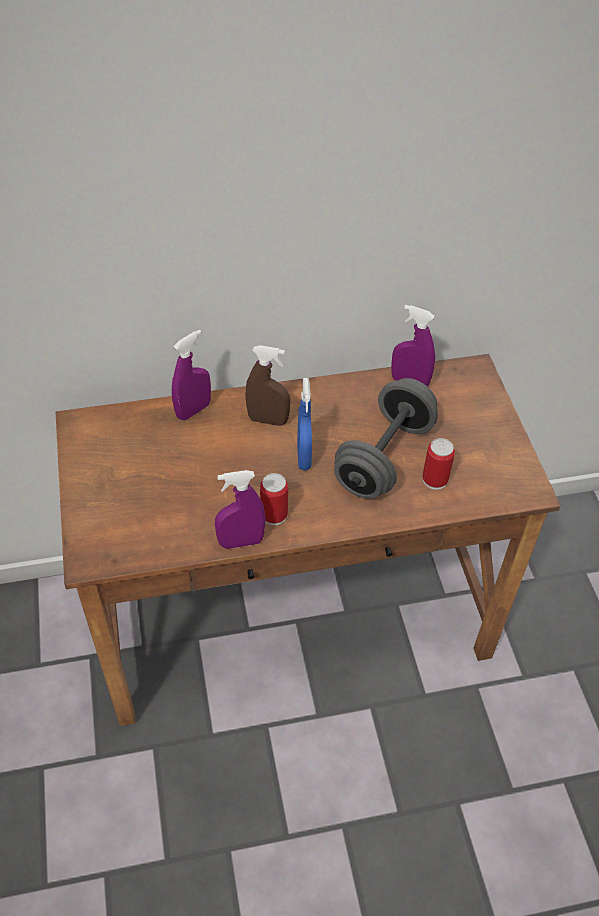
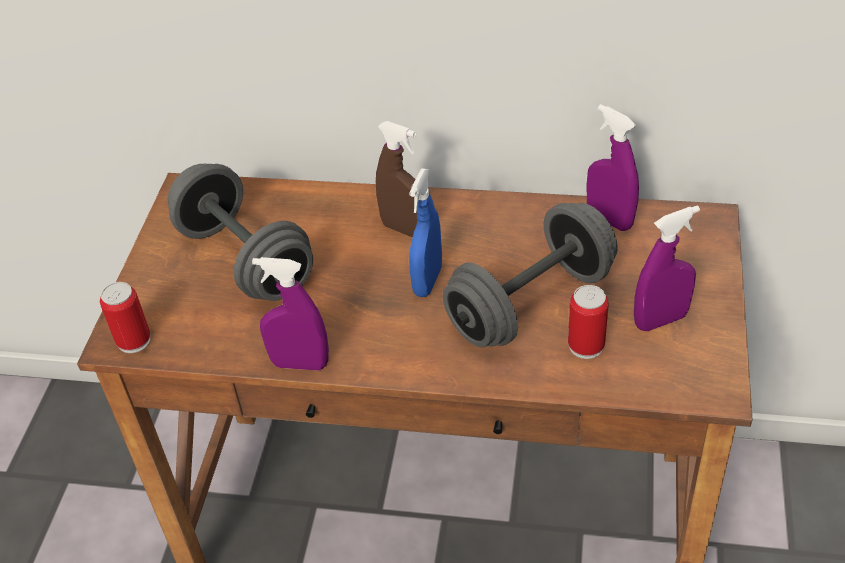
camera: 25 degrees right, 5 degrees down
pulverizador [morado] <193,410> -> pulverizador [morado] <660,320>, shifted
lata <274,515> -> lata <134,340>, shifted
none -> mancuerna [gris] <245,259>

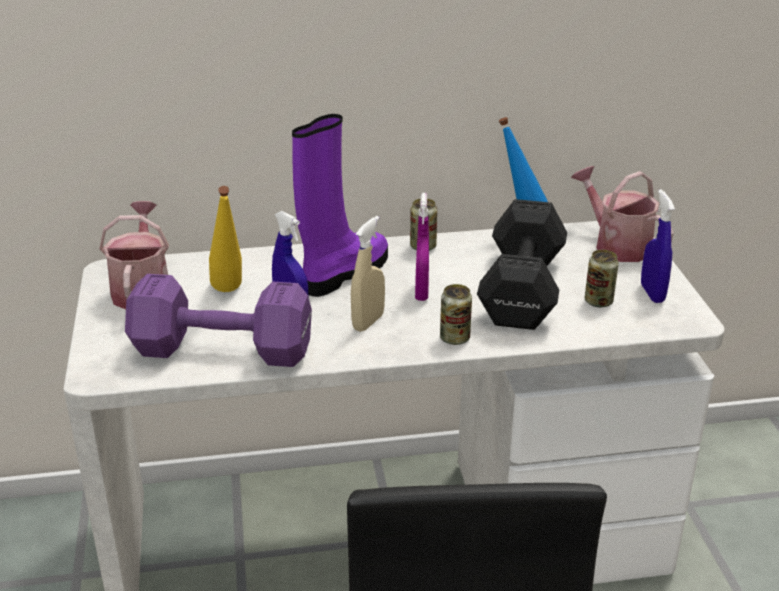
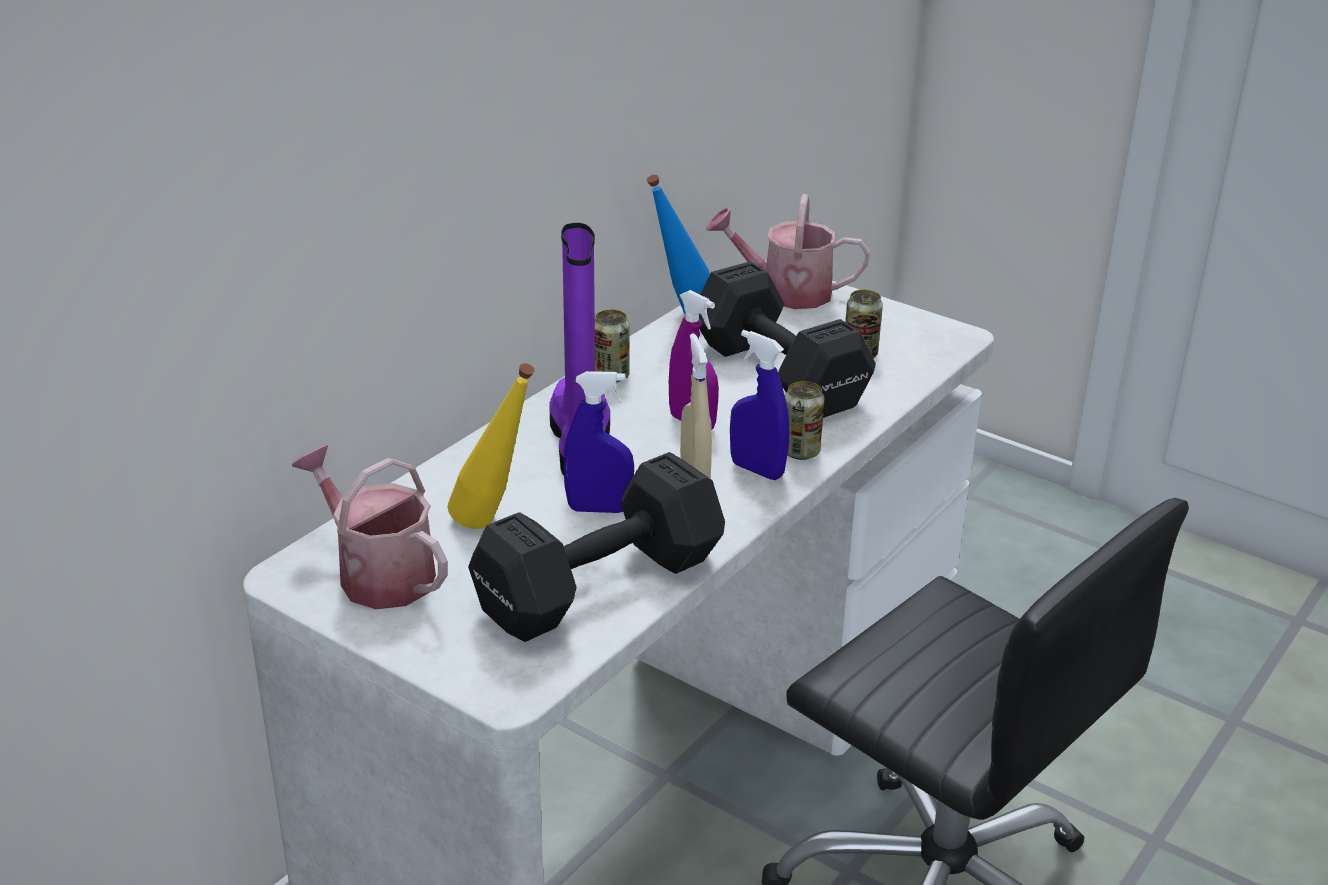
camera: 45 degrees left, 0 degrees up
mancuerna [morado] <219,348> -> mancuerna [negro] <593,586>
pulverizador [azul] <652,293> -> pulverizador [azul] <757,470>, shifted

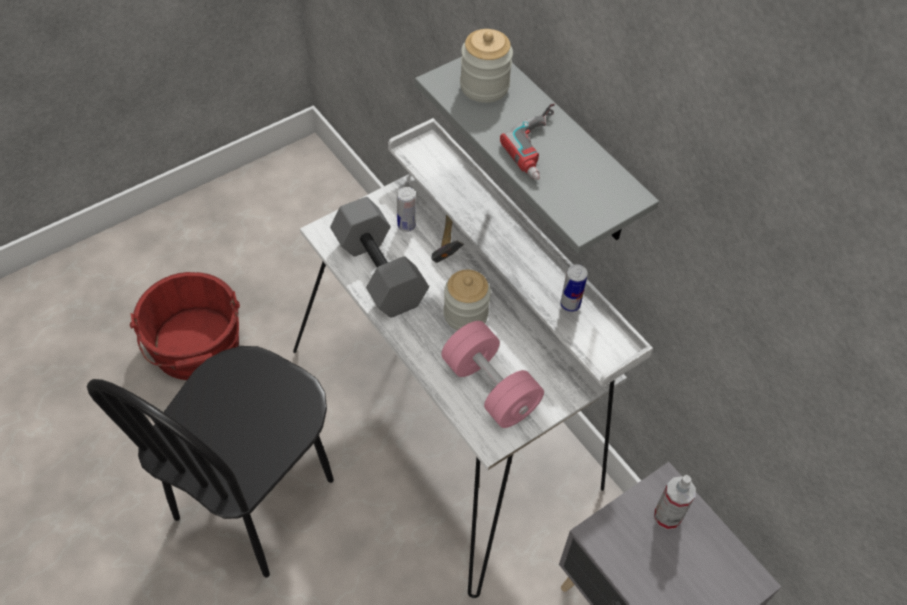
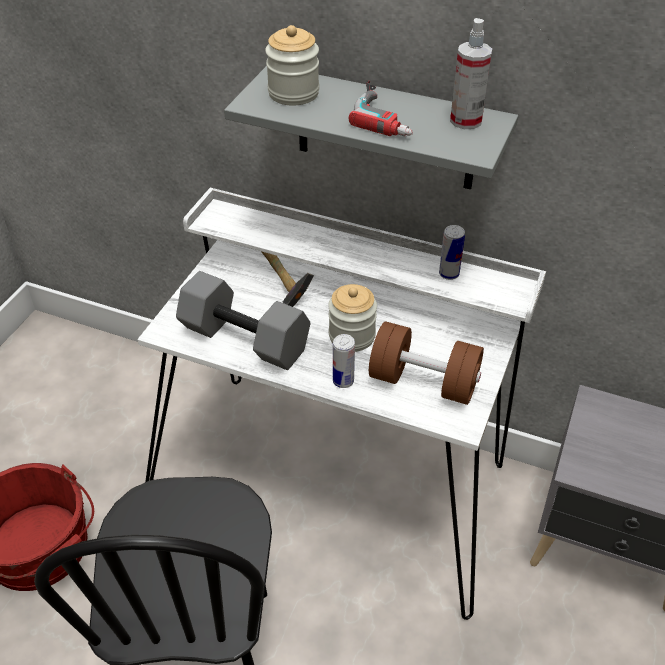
camera: 30 degrees left, 10 degrees down
lata <406,225> -> lata <343,381>, shifted
mancuerna [rosa] <490,387> -> mancuerna [marrón] <423,382>
pulverizador <667,517> -> pulverizador <466,120>, shifted

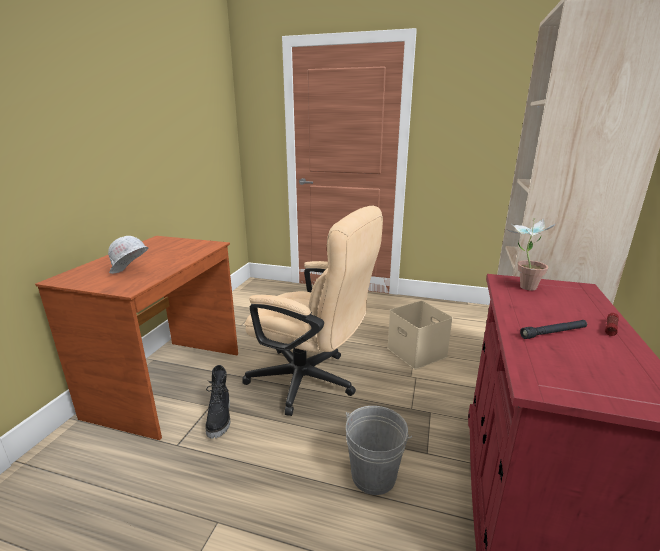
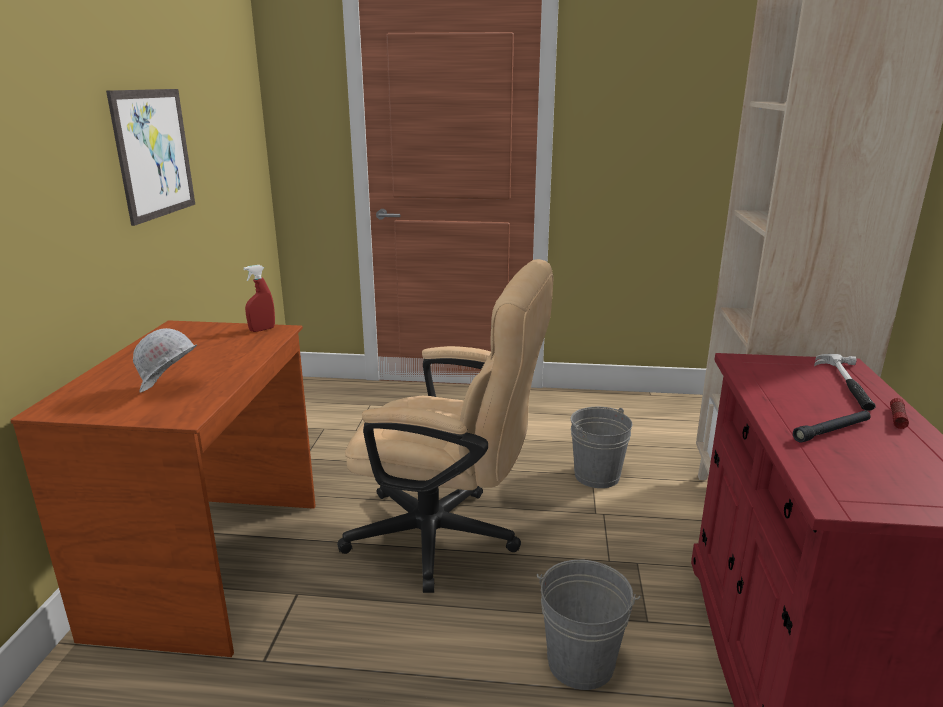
camera: 10 degrees left, 0 degrees up
bota [negro] <220,418> -> none
caja de almacenaje [beis] <418,352> -> cubo [gris] <597,475>
planta en maceta <521,285> -> none
none -> cuadro <154,153>
none -> pulverizador [rojo] <262,329>
none -> martillo <847,384>

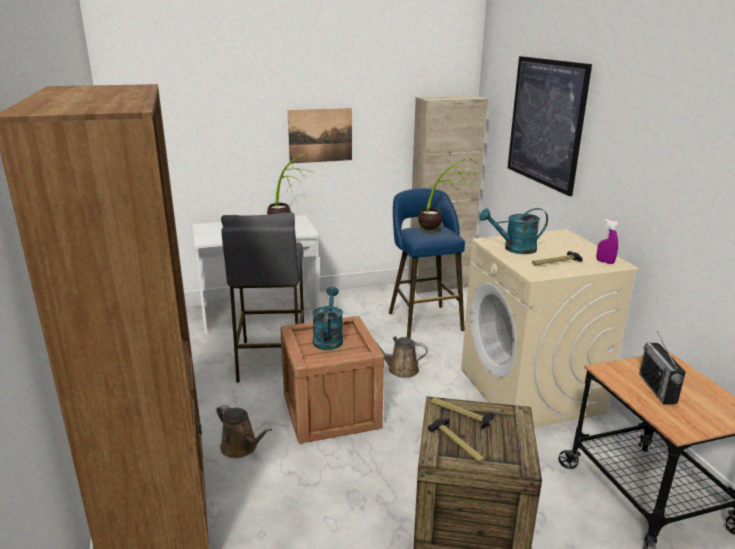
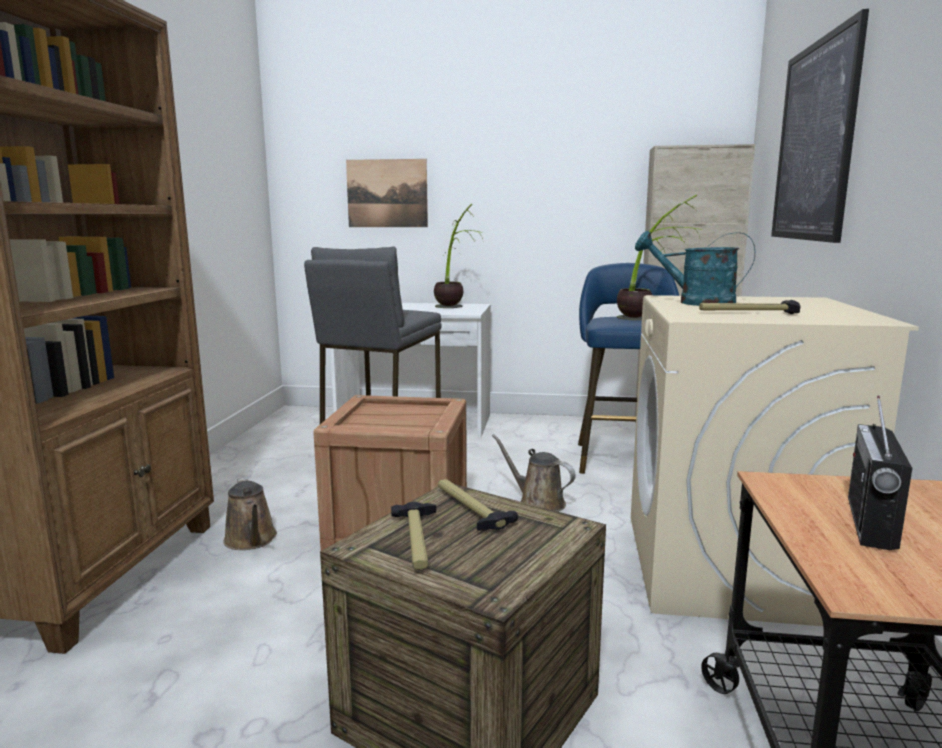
camera: 25 degrees right, 10 degrees down
cuadro <320,135> -> cuadro <387,193>, shifted
regadera [turquesa] <328,338> -> none
pulverizador [morado] <605,262> -> none

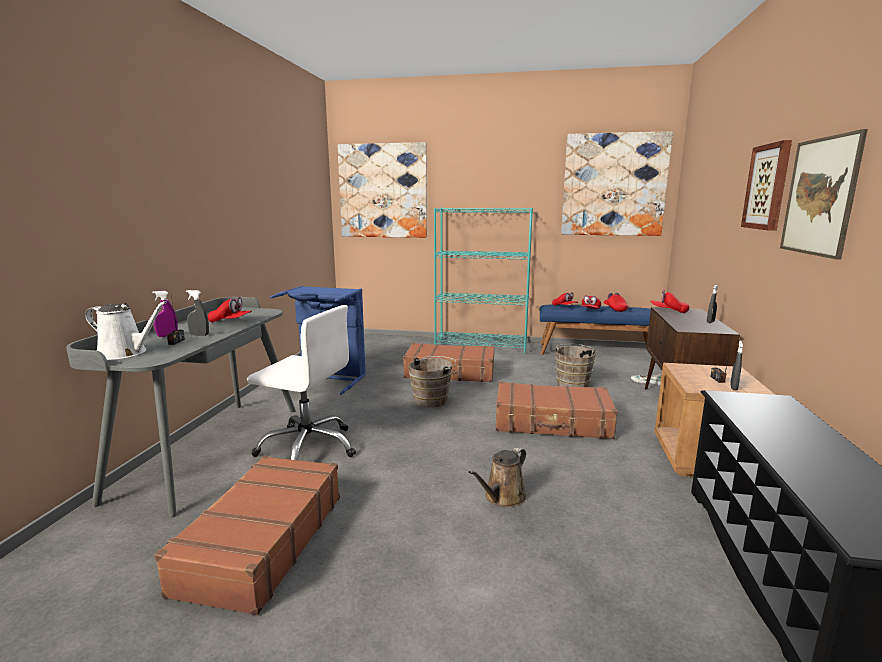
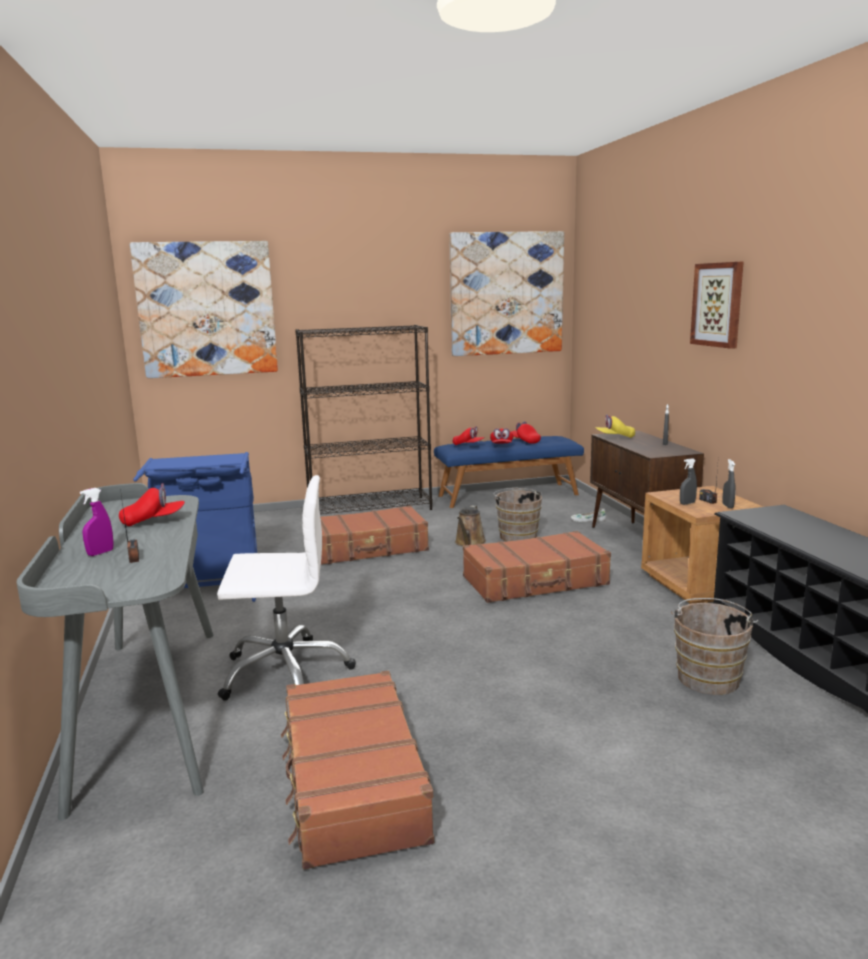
camera: 25 degrees left, 0 degrees up
regadera [blanco] <126,353> -> none
pulverizador [gris] <199,335> -> pulverizador [gris] <687,503>, shifted
cubo [marrón] <433,399> -> cubo [marrón] <708,676>, shifted
estantería [turquesa] <481,345> -> estantería [negro] <370,509>
regadera [marrón] <502,498> -> regadera [marrón] <469,543>, shifted
gorra [rojo] <668,311> -> gorra [amarillo] <614,437>
cuadro <819,196> -> none

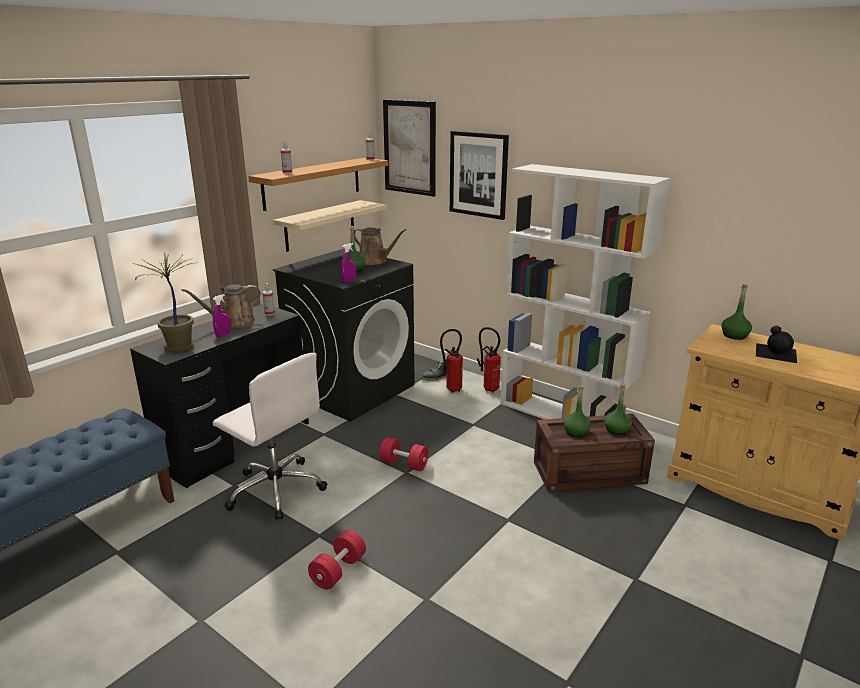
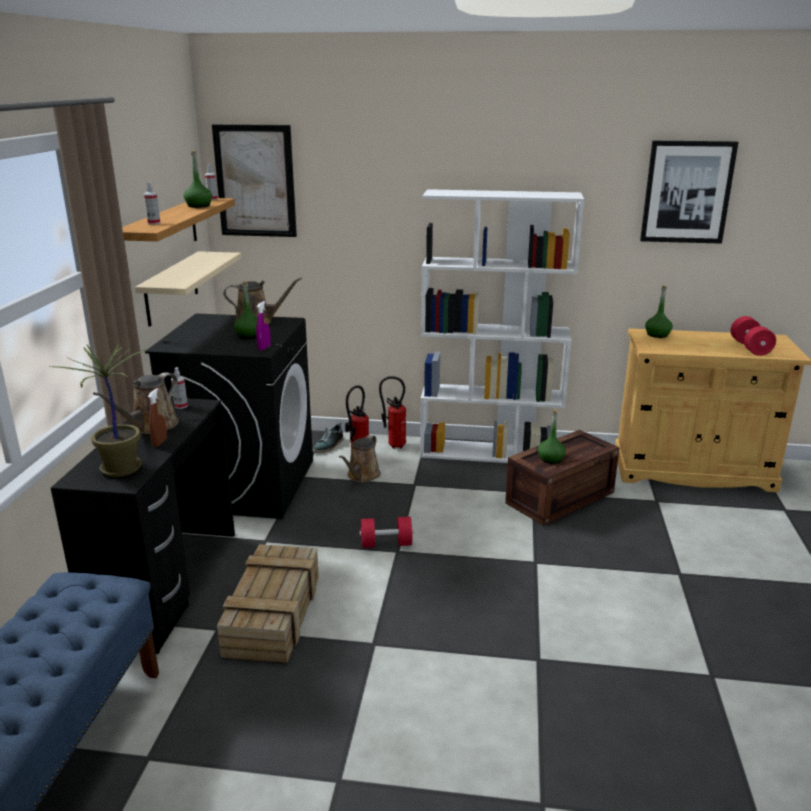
camera: 30 degrees left, 0 degrees up
pulverizador [morado] <223,335> -> pulverizador [marrón] <160,442>
silla de oficina [blanco] <275,489> -> caja de embalaje <273,616>
mancuerna [rojo] <338,571> -> mancuerna [rojo] <750,348>, shifted
cuadro <478,174> -> cuadro <687,192>, shifted
botella [verde] <616,430> -> botella [verde] <199,206>, shifted
botella [negro] <775,352> -> none
none -> regadera [marrón] <362,476>

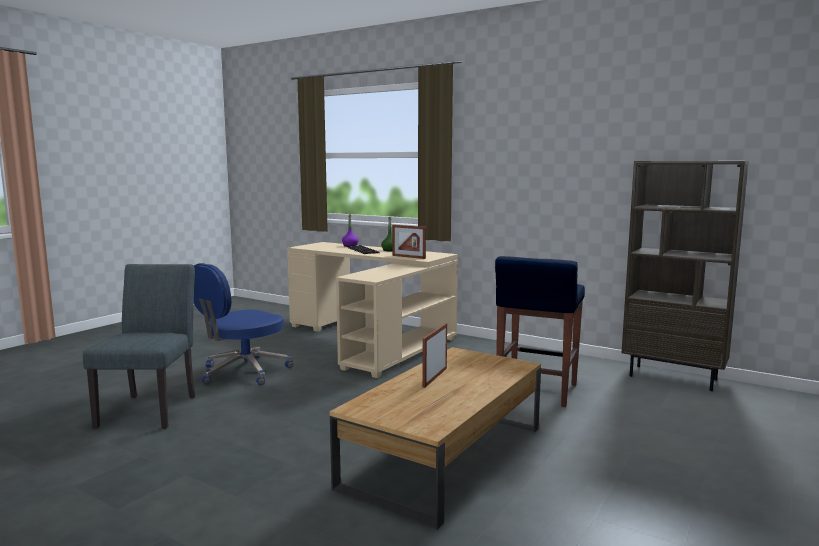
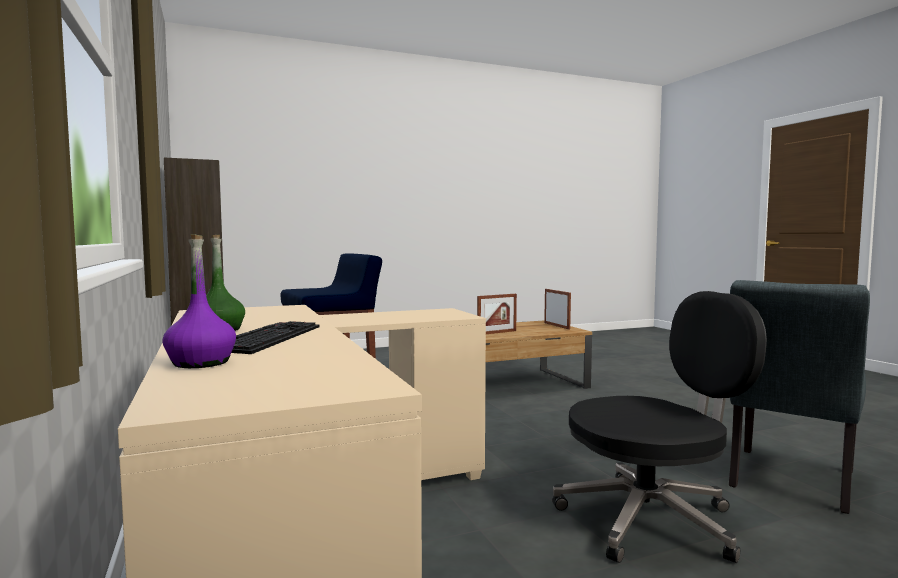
camera: 145 degrees left, 5 degrees down
silla de oficina [azul] <243,372> -> silla de oficina [negro] <651,520>
portarretratos <408,257> -> portarretratos <556,326>, shifted

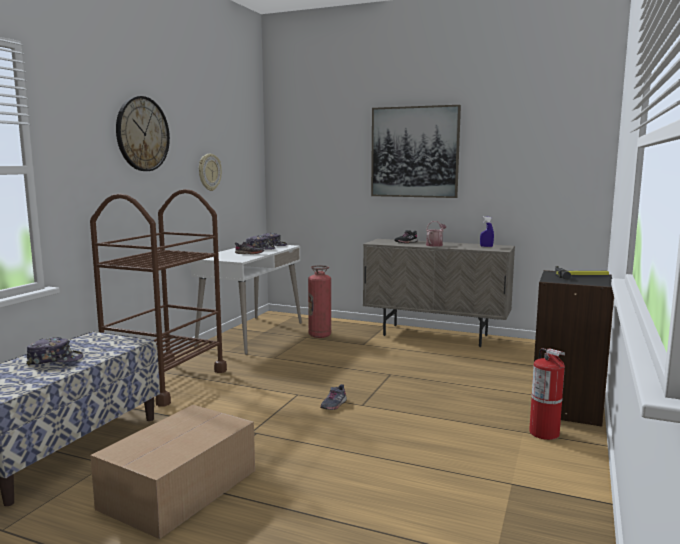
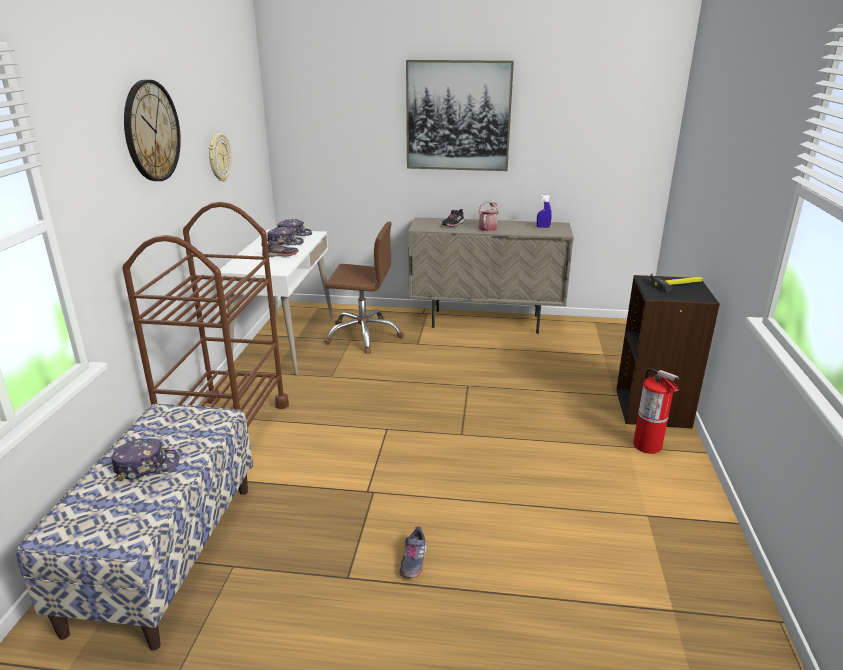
camera: 15 degrees left, 15 degrees up
caja de cartón <177,490> -> none
extintor <319,335> -> silla de oficina [marrón] <363,335>
zapato [gris] <333,404> -> zapato [gris] <413,560>, shifted

